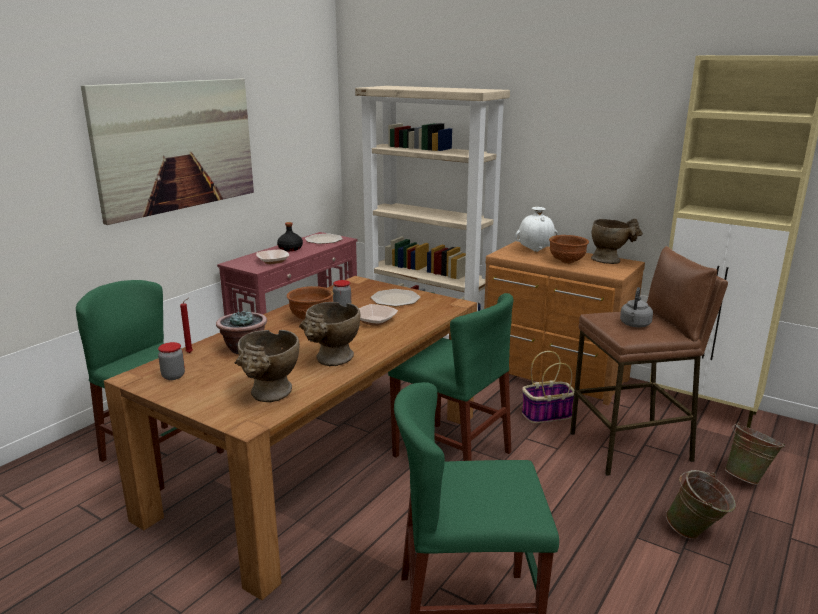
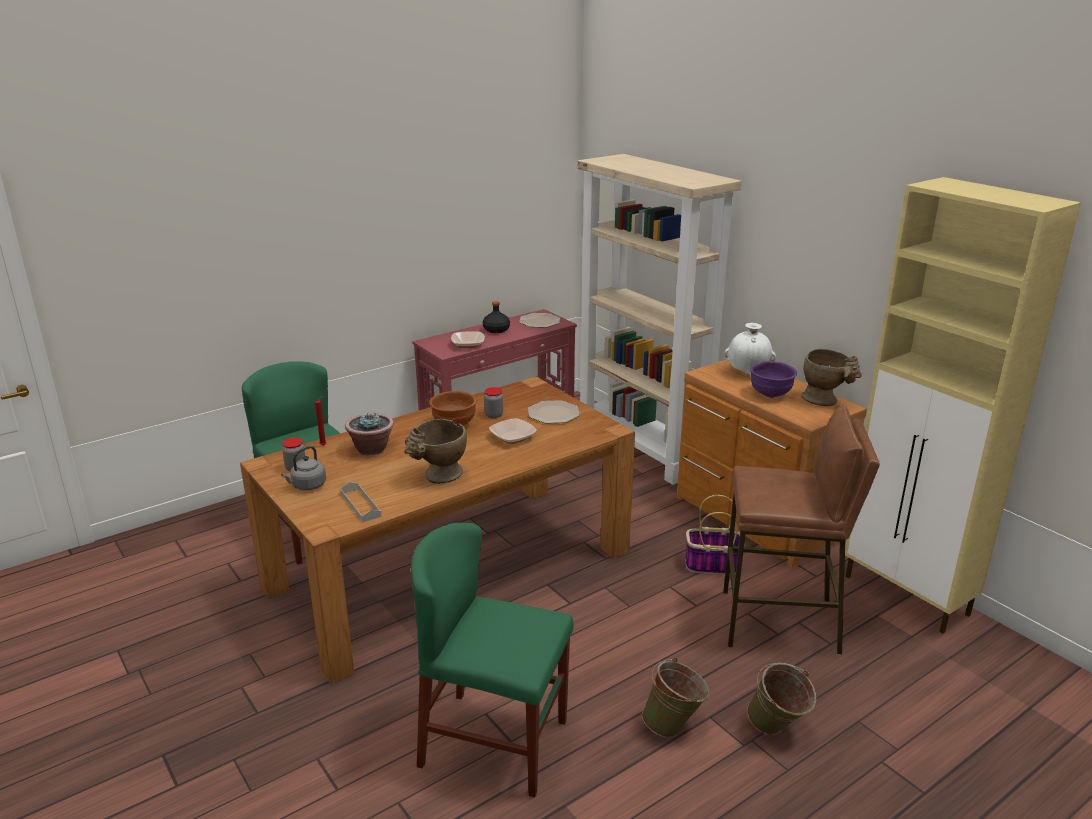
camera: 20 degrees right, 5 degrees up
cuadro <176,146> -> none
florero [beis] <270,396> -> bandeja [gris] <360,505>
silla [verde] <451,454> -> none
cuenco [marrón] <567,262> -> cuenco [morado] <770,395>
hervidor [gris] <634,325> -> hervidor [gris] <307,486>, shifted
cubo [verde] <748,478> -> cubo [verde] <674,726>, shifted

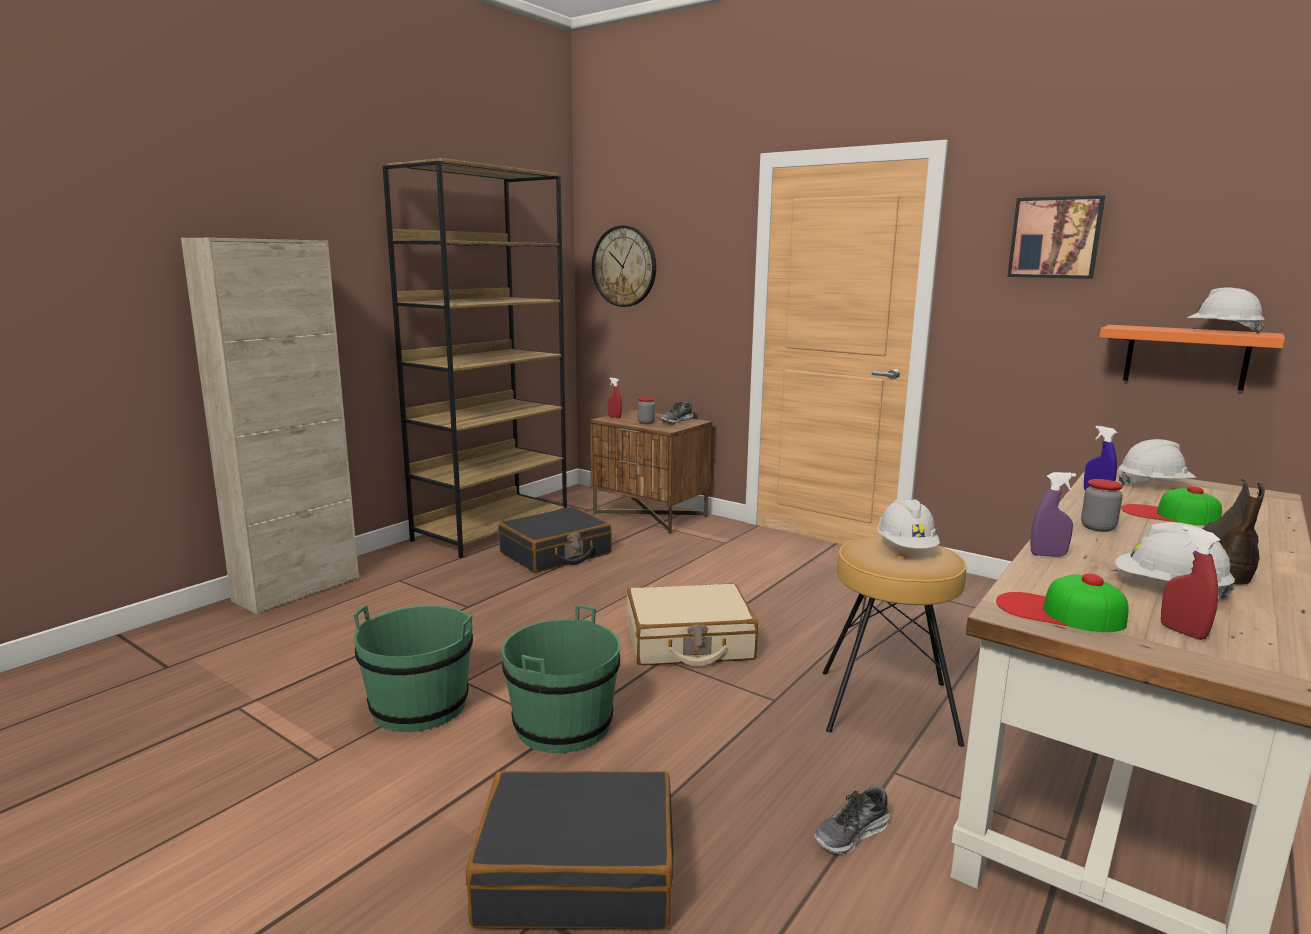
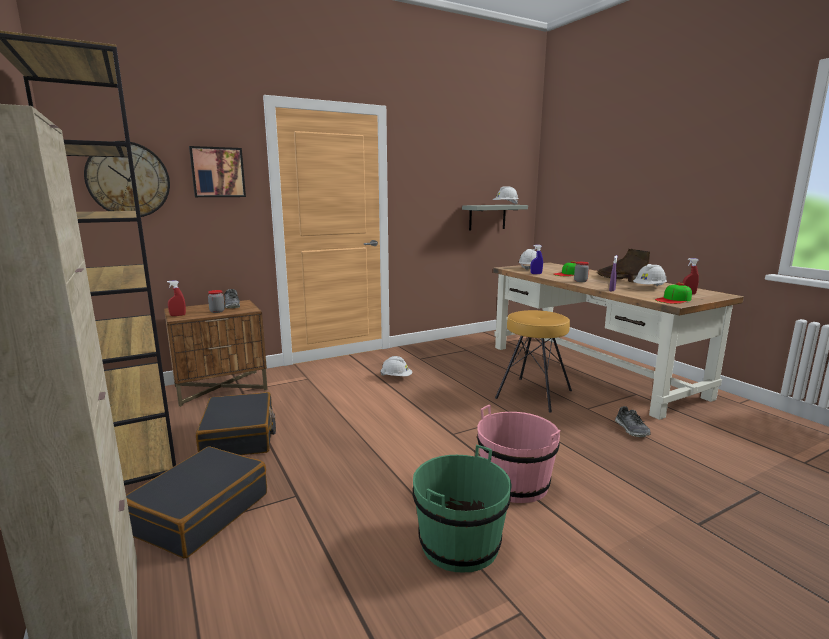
camera: 65 degrees left, 0 degrees up
maleta [negro] <577,871> -> maleta [negro] <200,513>, shifted
cubo [verde] <562,725> -> cubo [rosa] <514,483>
maleta [beis] <689,642> -> none
casco [blanco] <906,548> -> casco [blanco] <396,377>, shifted
cuadro <1055,238> -> cuadro <217,172>, shifted
estante [naranja] <1186,357> -> estante [gris] <487,217>

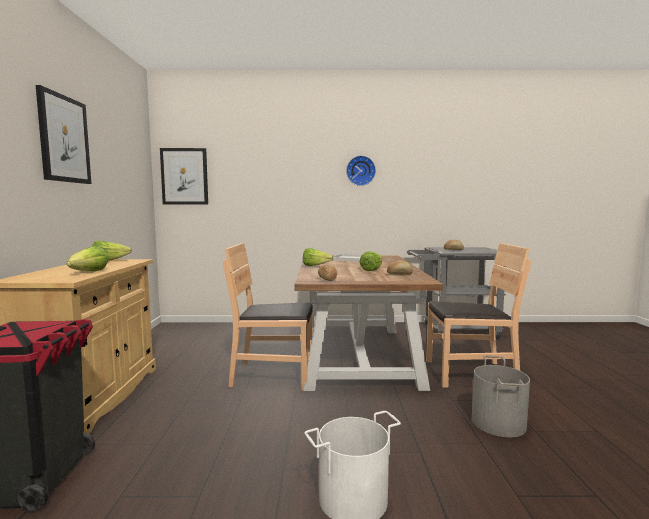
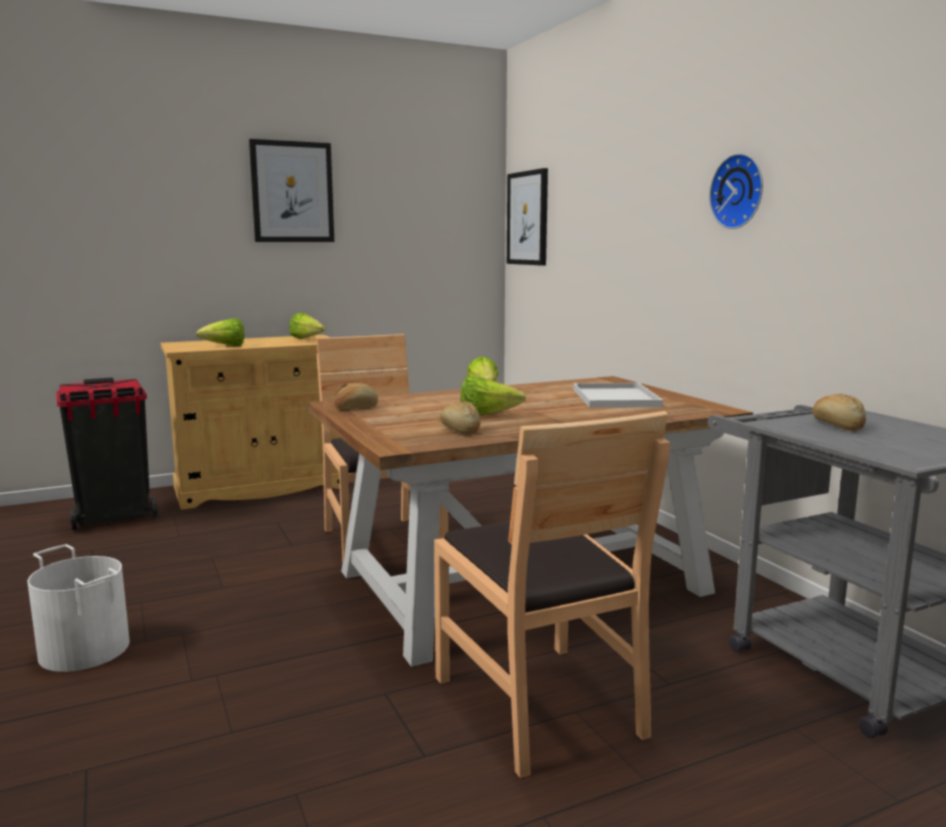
camera: 65 degrees right, 5 degrees up
cubo [gris] <499,423> -> none

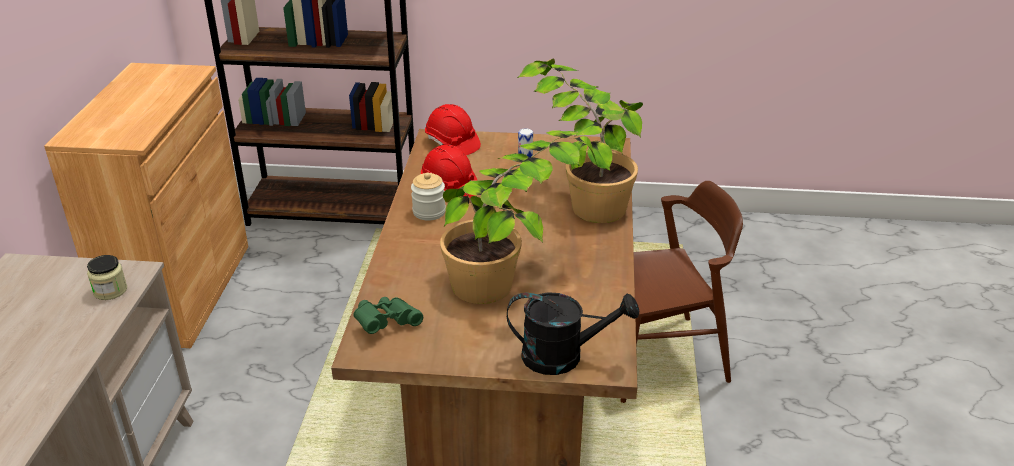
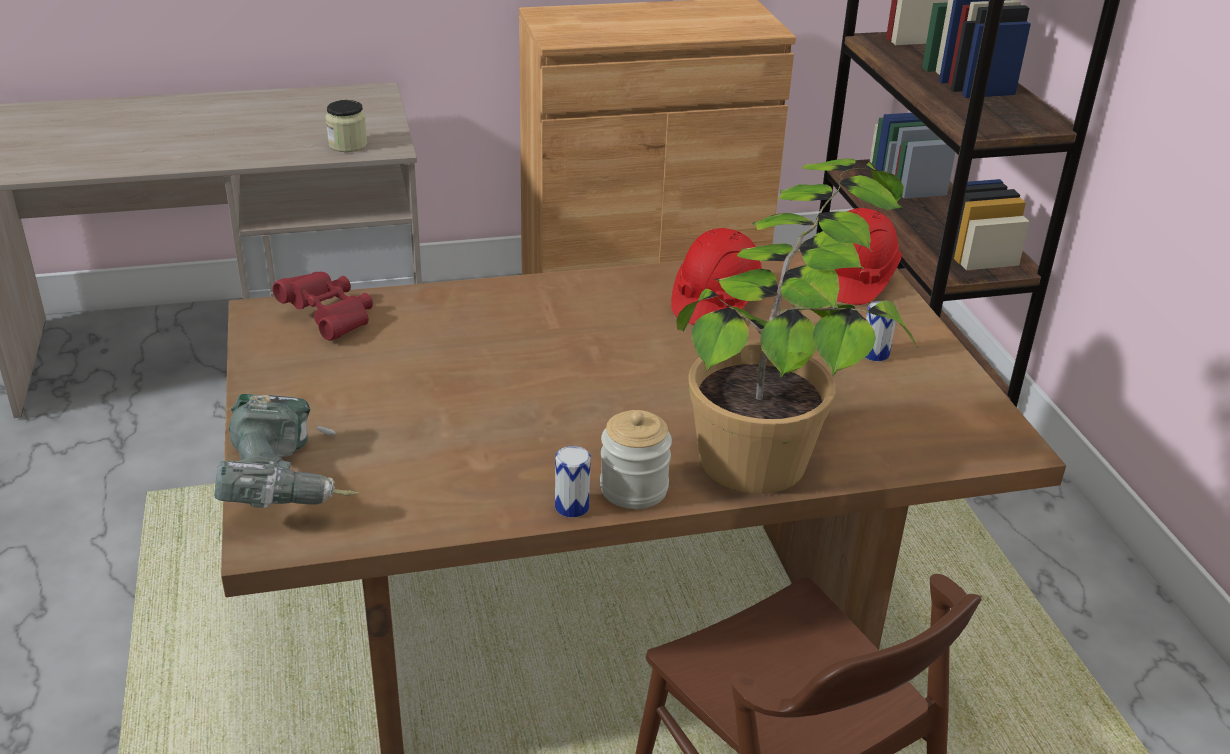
camera: 70 degrees right, 0 degrees up
prismáticos [verde] <386,324> -> prismáticos [rojo] <330,318>
tarro <429,212> -> tarro <634,488>, shifted
planta en maceta <512,279> -> none
regadera [negro] <563,356> -> taladro <287,484>
none -> lata <572,507>

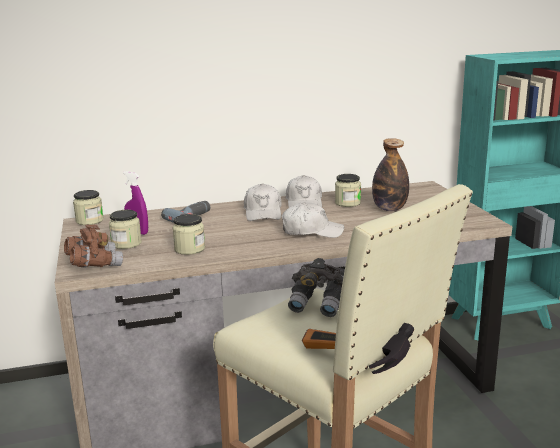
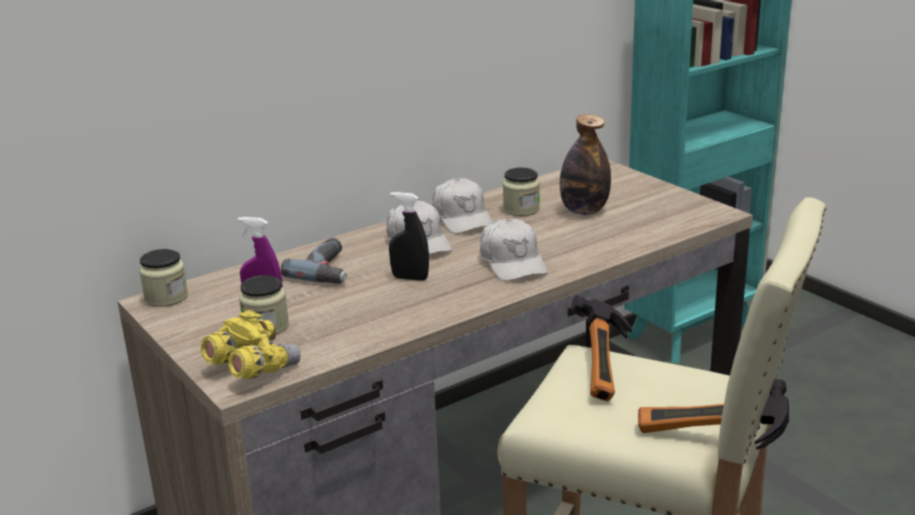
camera: 20 degrees left, 5 degrees up
prismáticos [marrón] <94,264> -> prismáticos [amarillo] <252,370>
tarro <189,249> -> none
gorra [blanco] <311,231> -> gorra [blanco] <513,263>, 90 degrees clockwise
prismáticos [gris] <320,304> -> martillo <607,368>
none -> pulverizador [negro] <410,278>

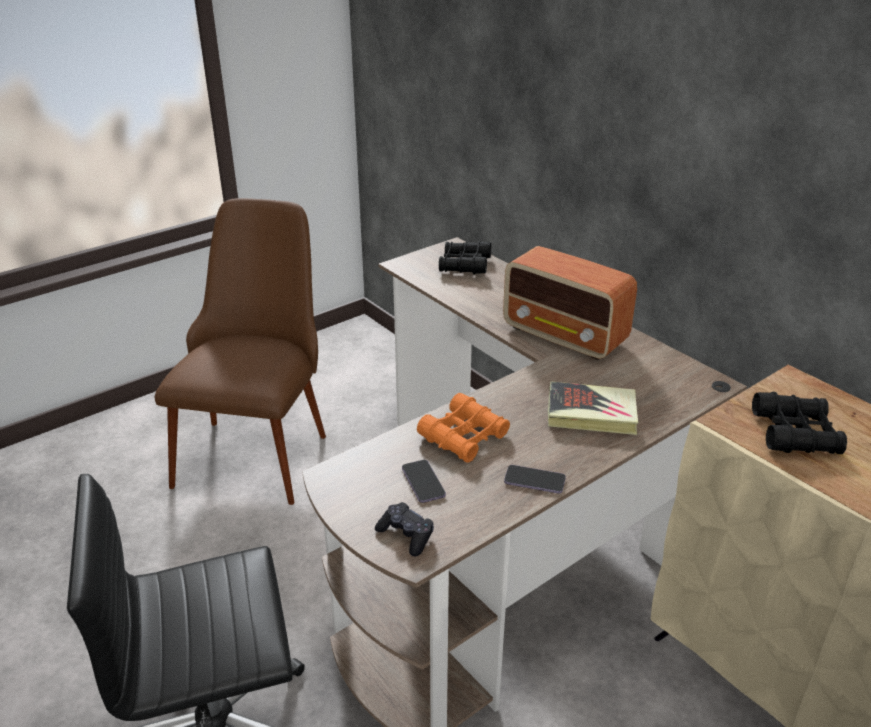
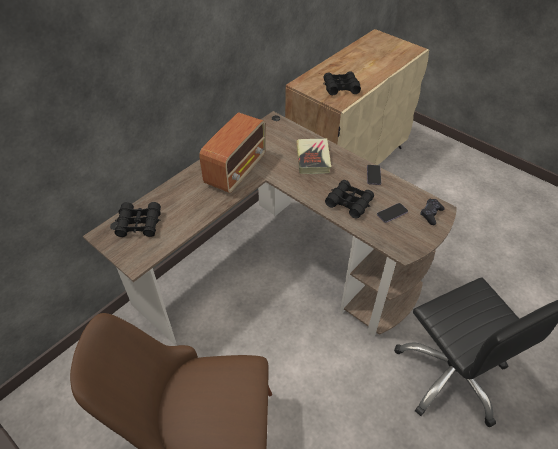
camera: 100 degrees left, 15 degrees up
prismáticos [naranja] <464,436> -> prismáticos [negro] <349,203>

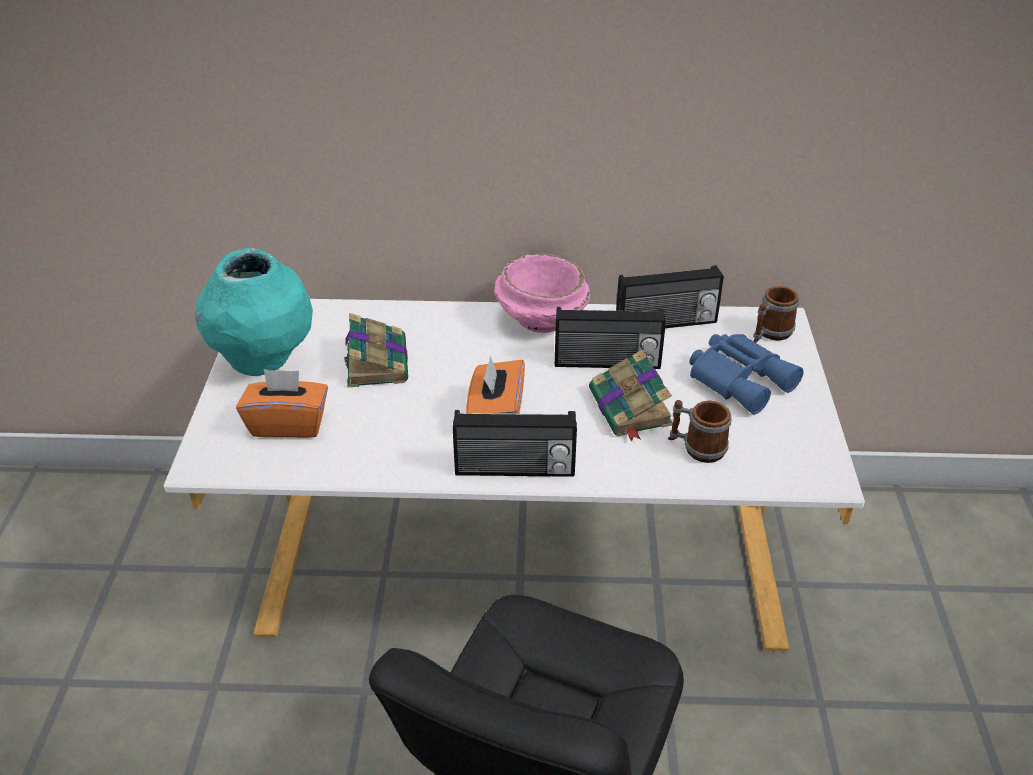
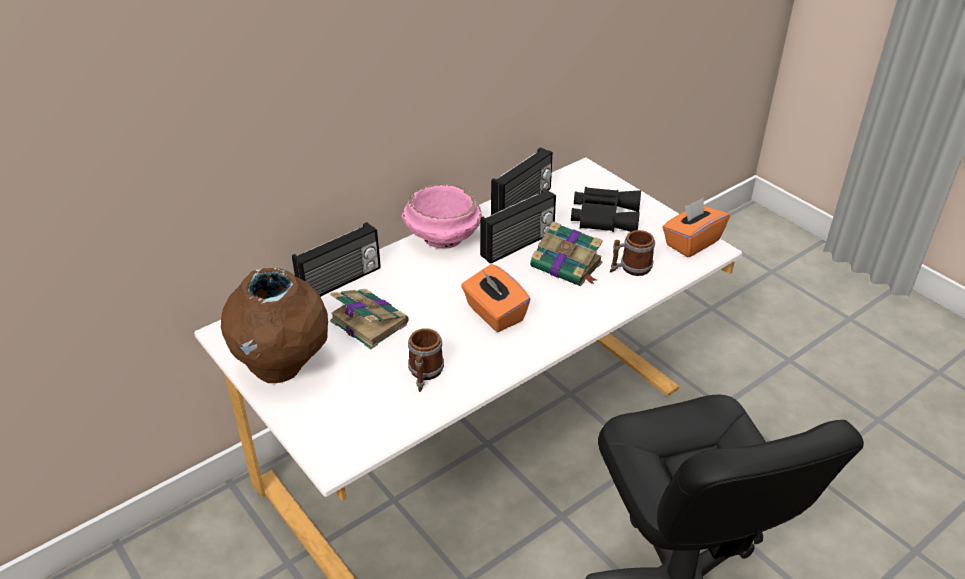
camera: 40 degrees left, 0 degrees up
florero [turquesa] <263,362> -> florero [marrón] <282,367>
caja de pañuelos [naranja] <288,424> -> caja de pañuelos [naranja] <691,242>, shifted
radio <514,469> -> radio <341,282>, shifted
prismáticos [azul] <740,378> -> prismáticos [negro] <604,216>
taza grande <770,334> -> taza grande <425,374>, shifted

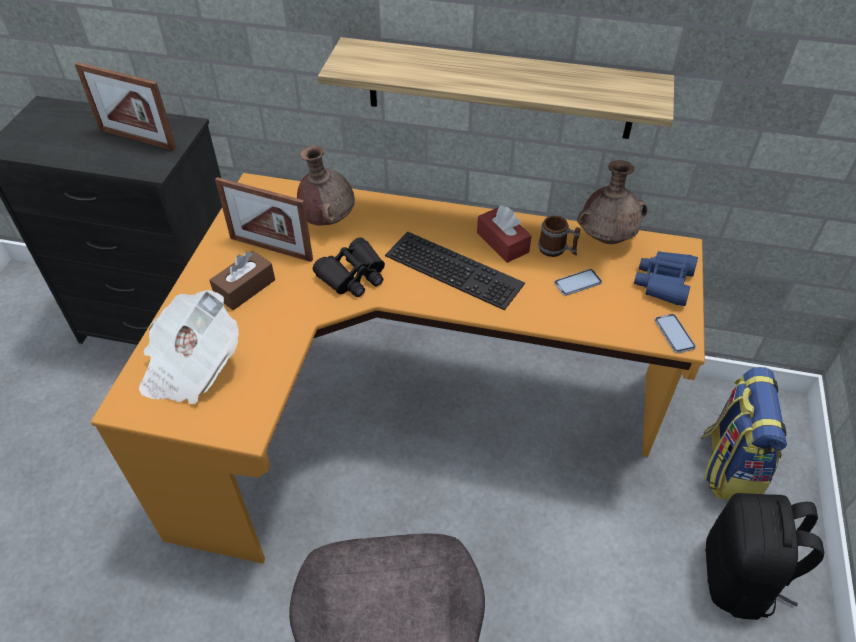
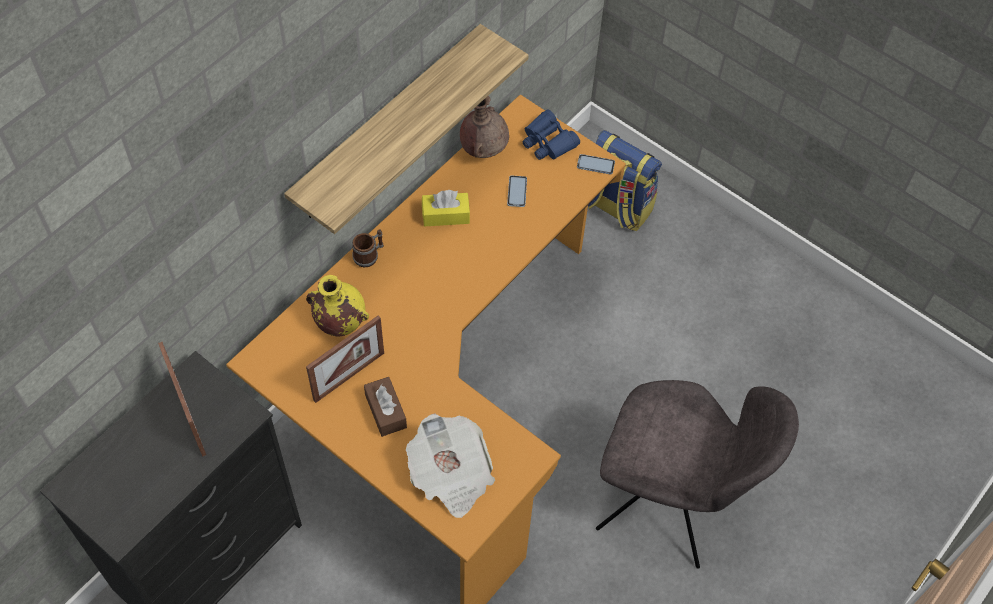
camera: 65 degrees left, 10 degrees up
portarretratos <137,139> -> portarretratos <189,416>, 105 degrees clockwise
florero [marrón] <328,219> -> florero [amarillo] <339,321>
prismáticos [negro] <353,276> -> none
teclado <456,268> -> none
caja de pañuelos [rojo] <502,242> -> caja de pañuelos [amarillo] <445,215>
taza grande <557,250> -> taza grande <369,255>, shifted
mochila [negro] <739,578> -> none

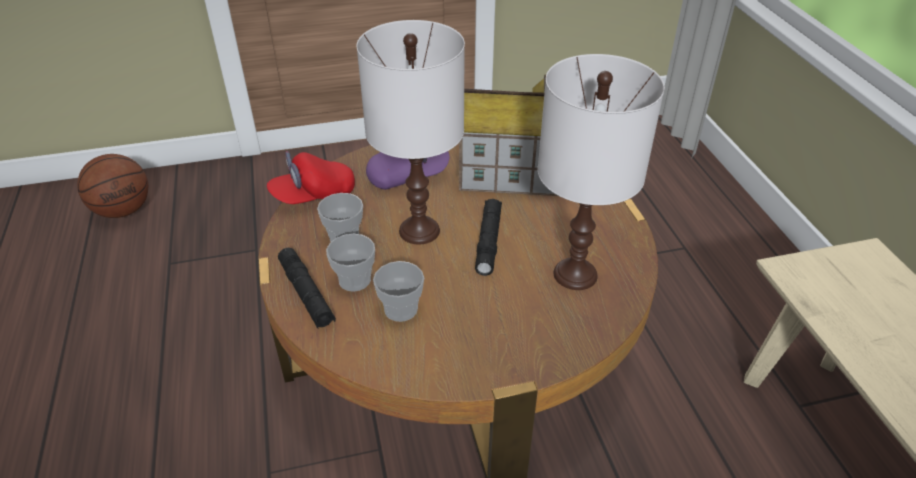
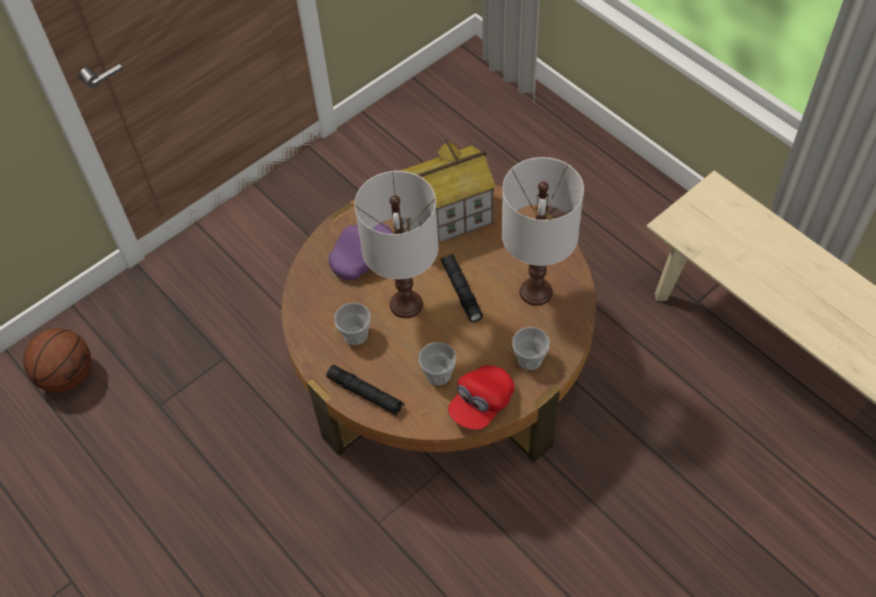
camera: 25 degrees left, 15 degrees up
gorra [rojo] <313,195> -> gorra [rojo] <481,404>, shifted
taza <354,280> -> taza <529,359>, shifted

